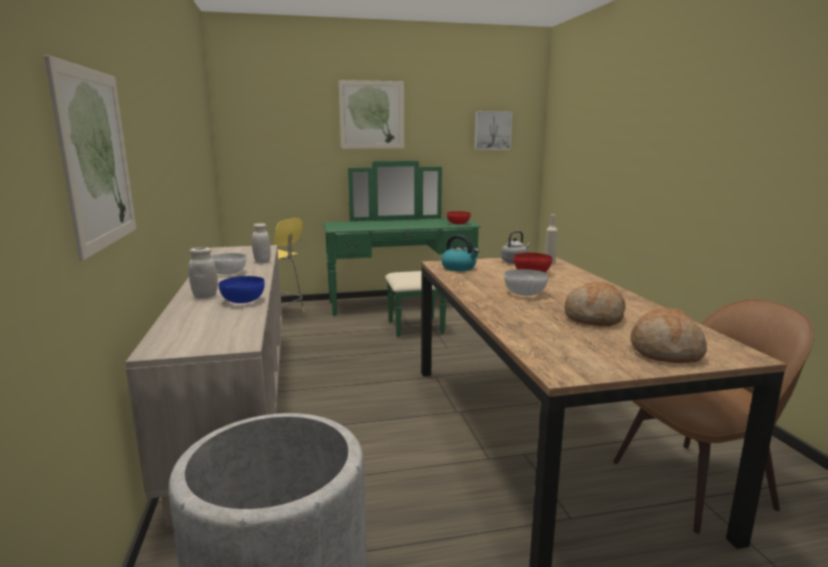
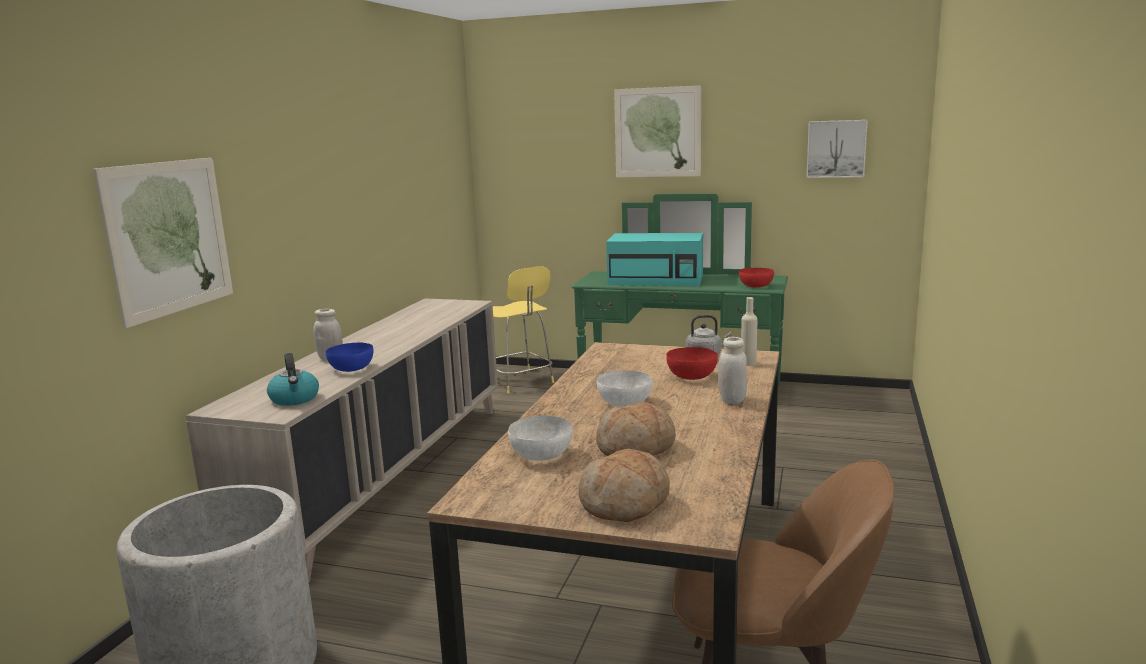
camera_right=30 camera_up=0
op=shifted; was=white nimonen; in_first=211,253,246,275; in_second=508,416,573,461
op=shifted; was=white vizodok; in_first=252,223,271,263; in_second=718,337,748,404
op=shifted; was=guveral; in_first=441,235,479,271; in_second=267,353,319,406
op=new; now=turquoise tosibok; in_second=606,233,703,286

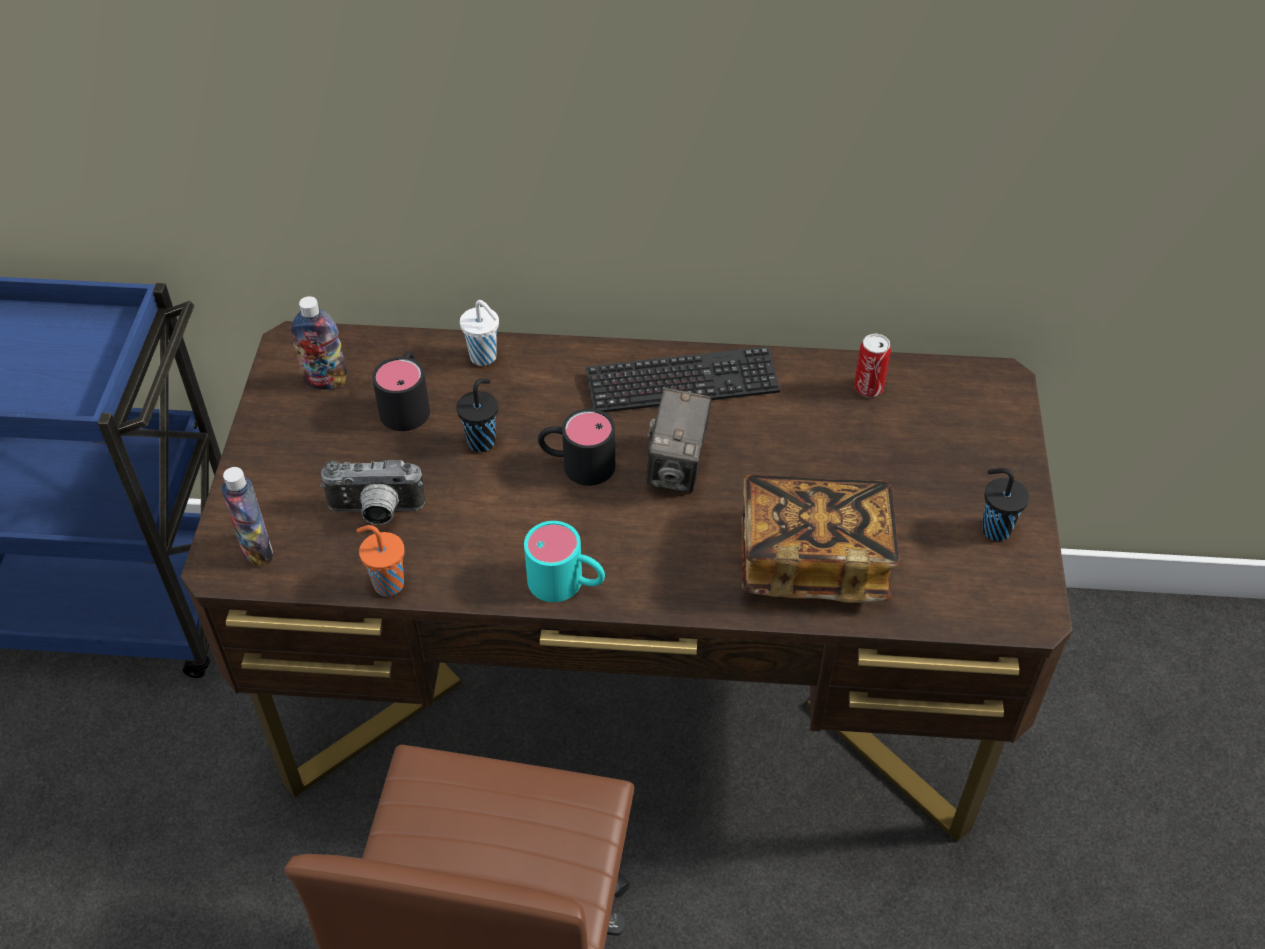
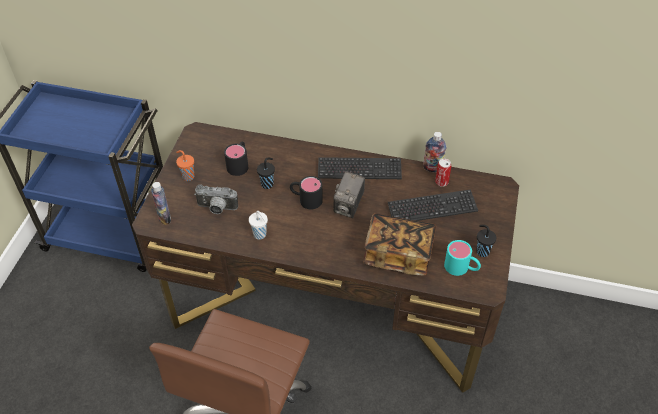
camera_right=10 camera_up=0
op=shifted; was=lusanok; in_first=291,296,347,390; in_second=423,132,446,172
op=shifted; was=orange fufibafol; in_first=356,525,405,596; in_second=176,150,194,181
op=shifted; was=white fufibafol; in_first=460,300,499,366; in_second=249,211,268,239
op=shifted; was=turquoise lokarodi; in_first=524,521,605,602; in_second=444,240,481,276
op=new; now=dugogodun; in_second=388,189,478,221

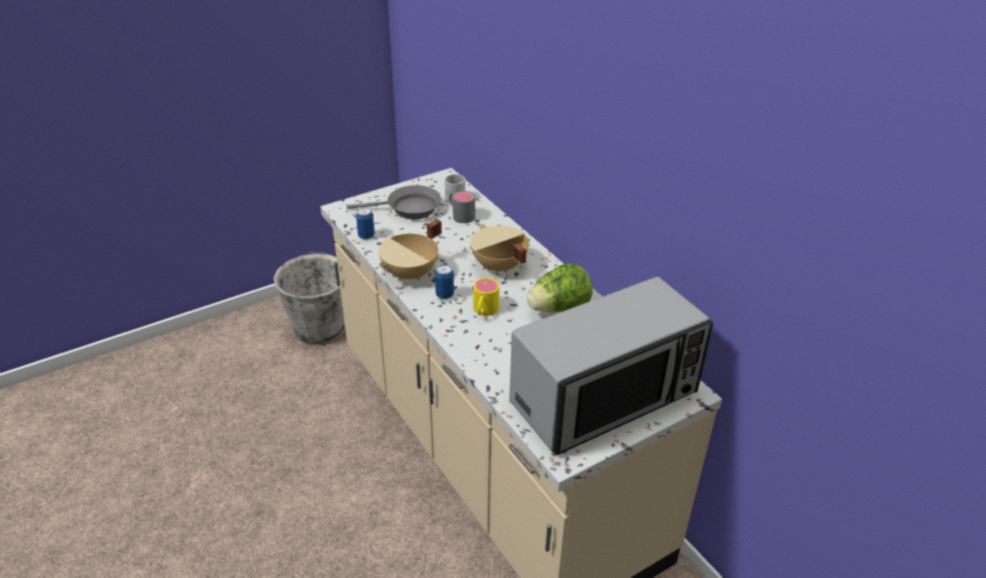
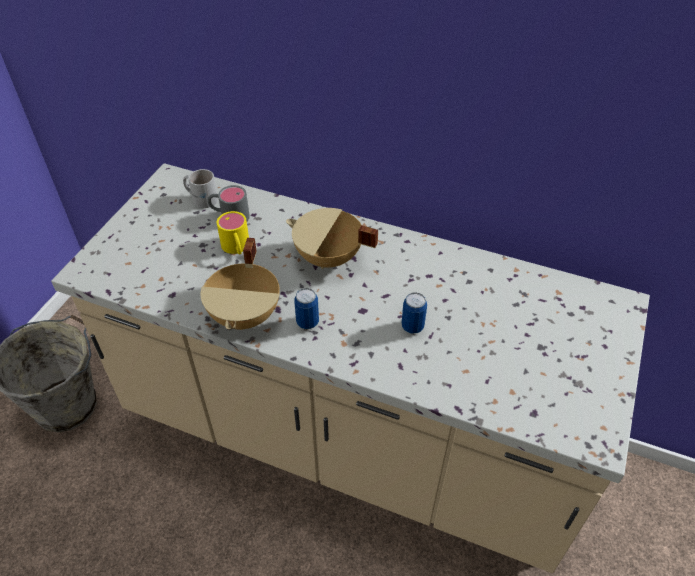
camera_right=-35 camera_up=10
op=gone; was=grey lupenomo; in_first=347,185,441,219
op=shifted; was=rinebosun; in_first=356,207,375,240; in_second=401,292,427,334
op=shifted; was=yellow lokarodi; in_first=473,278,499,316; in_second=217,211,249,254
op=gone; was=tosibok; in_first=509,276,713,455
op=gone; was=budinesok; in_first=527,263,593,312

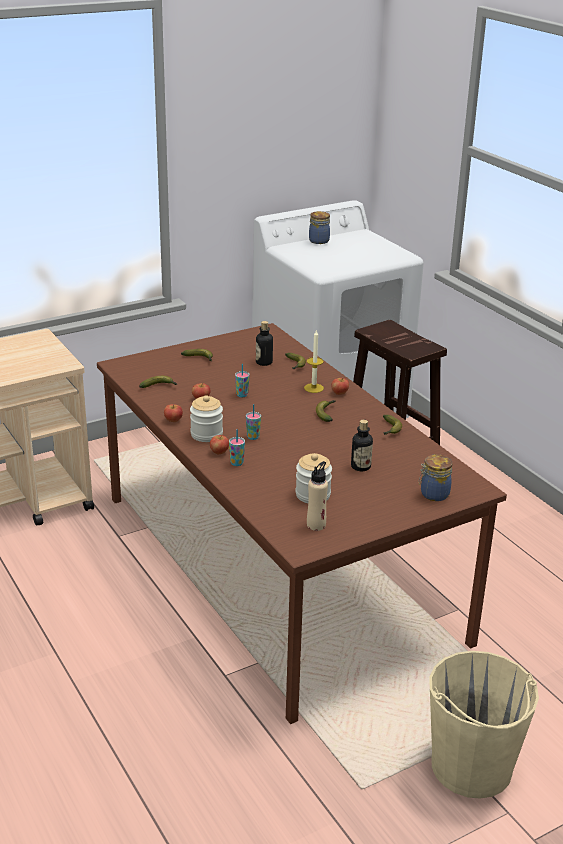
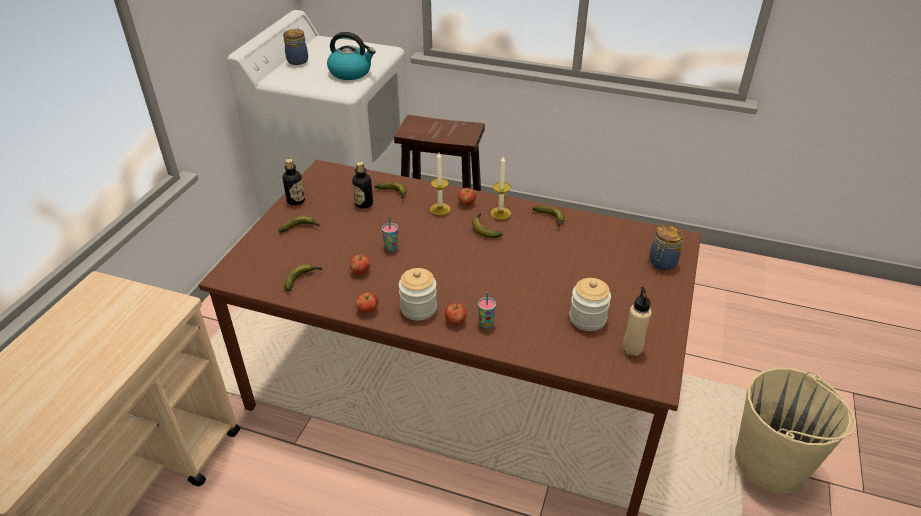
camera_right=-40 camera_up=10
op=gone; was=fufibafol; in_first=246,404,261,440
op=shifted; was=lusanok; in_first=351,420,373,471; in_second=283,159,305,205
op=new; now=guveral; in_second=327,32,376,80
op=new; now=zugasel; in_second=490,156,511,220

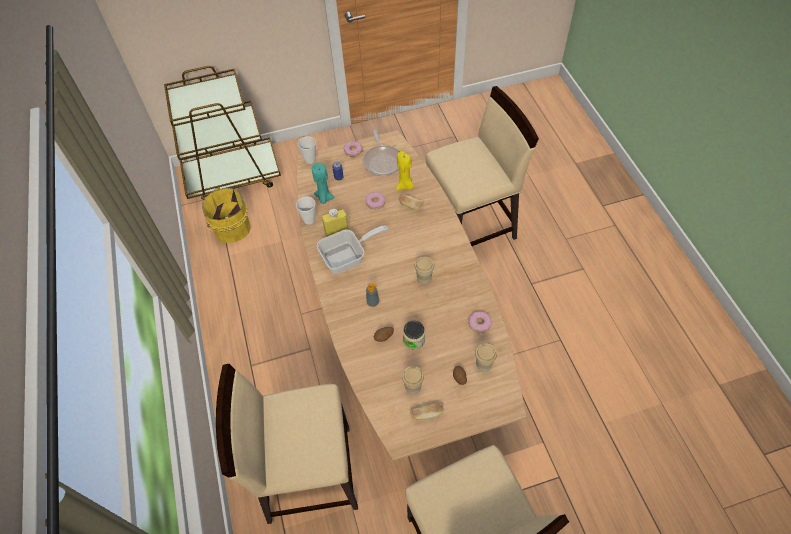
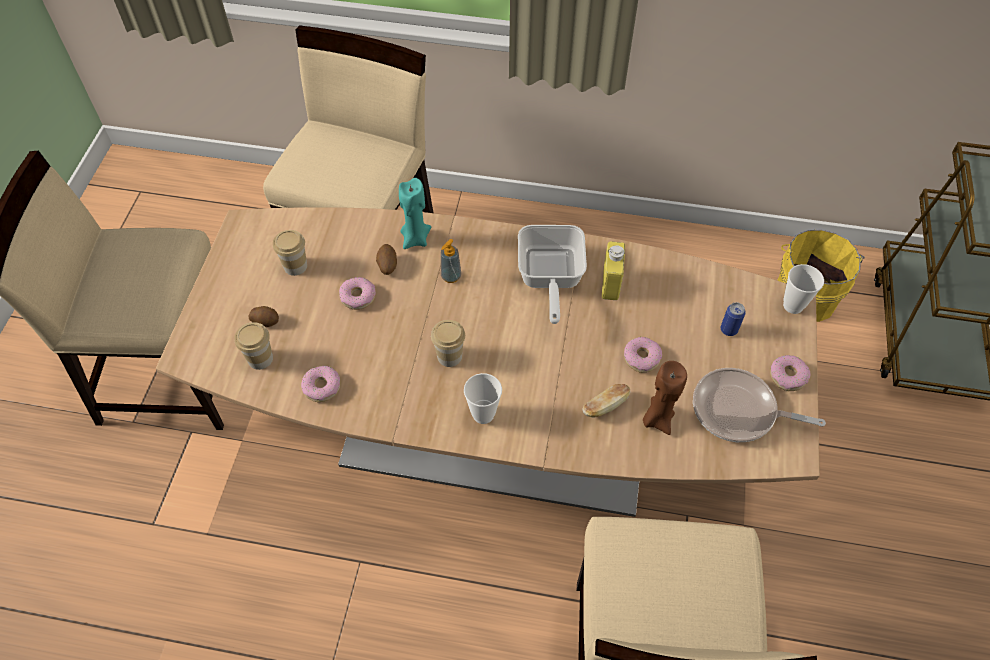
camera_right=115 camera_up=0
op=shifted; was=fufibafol; in_first=296,197,316,225; in_second=464,373,502,424
op=shifted; was=turquoise zugasel; in_first=312,163,335,204; in_second=399,178,431,249
op=repainted; was=yellow zugasel; now=brown zugasel; in_first=396,151,414,191; in_second=643,361,687,435
op=swapped; was=vizodok; now=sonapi; in_first=403,321,425,350; in_second=339,277,376,310
op=gone; was=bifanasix; in_first=410,404,444,420

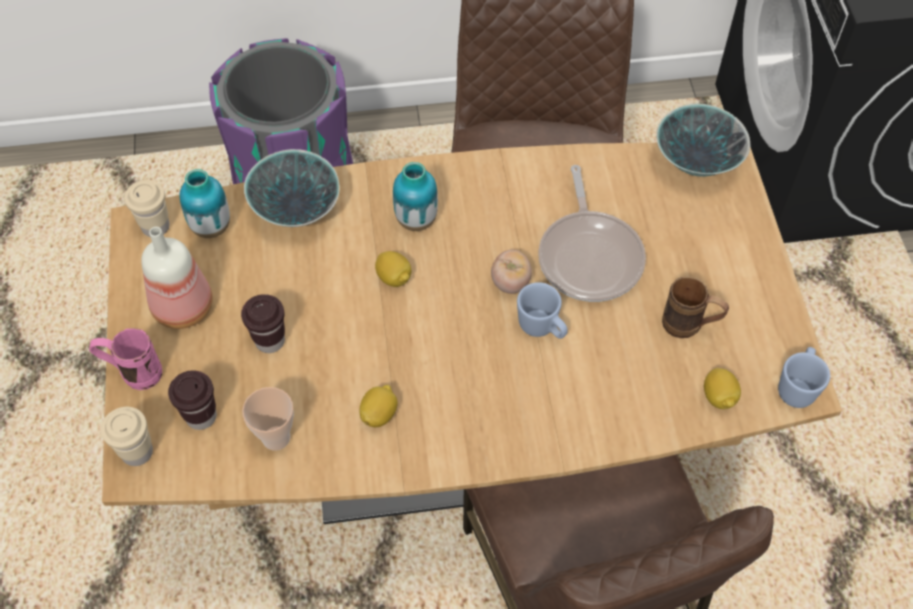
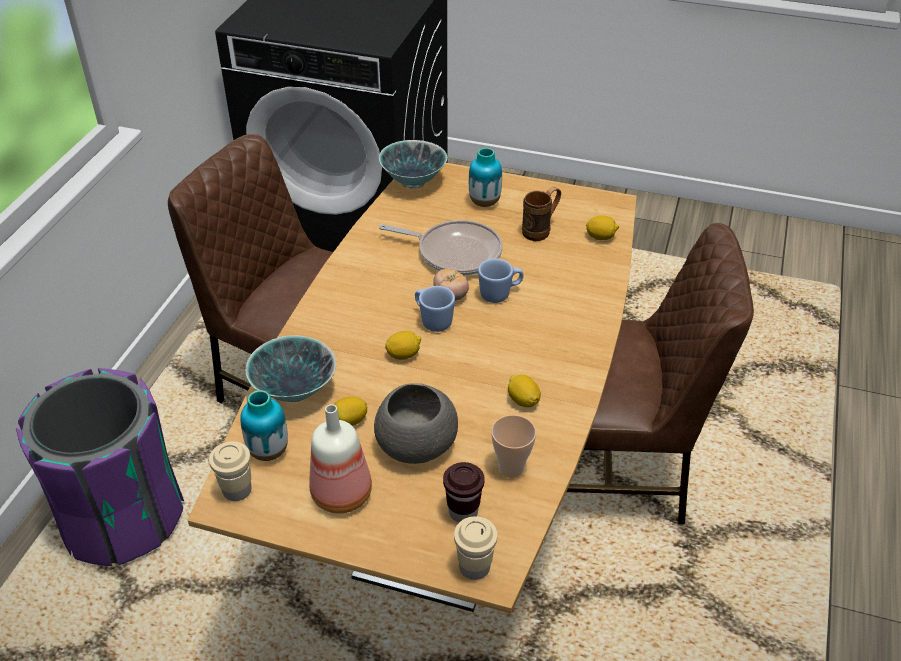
camera_right=-65 camera_up=-15
op=gone; was=pink lokarodi; in_first=89,328,162,390
op=swapped; was=brown fufibafol; now=grey nimonen; in_first=241,294,285,353; in_second=374,383,458,464
op=shifted; was=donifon; in_first=393,162,438,231; in_second=469,148,502,207
op=shifted; was=blue lokarodi; in_first=778,347,830,408; in_second=415,286,455,332
op=new; now=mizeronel; in_second=333,397,367,426

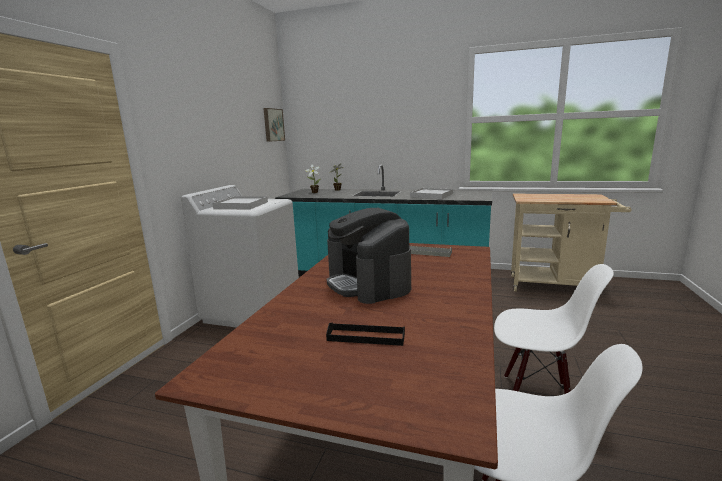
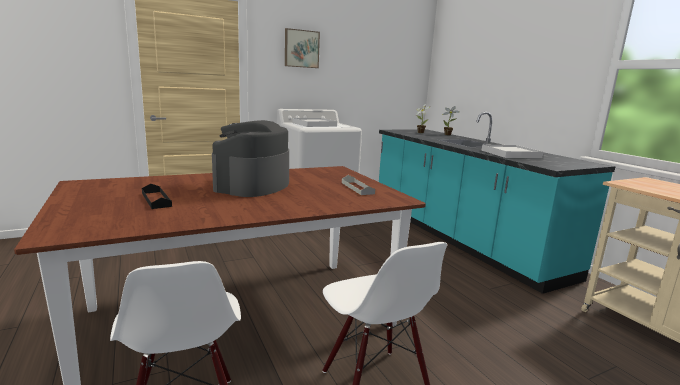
camera_right=45 camera_up=0
op=shifted; was=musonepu; in_first=263,108,285,142; in_second=285,28,320,68

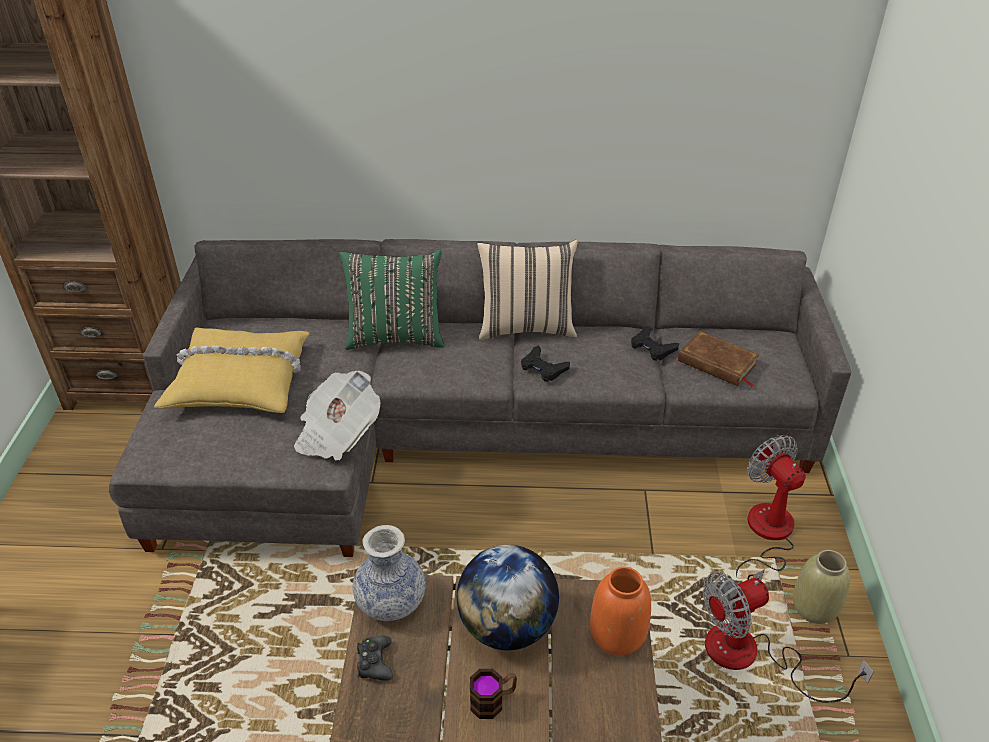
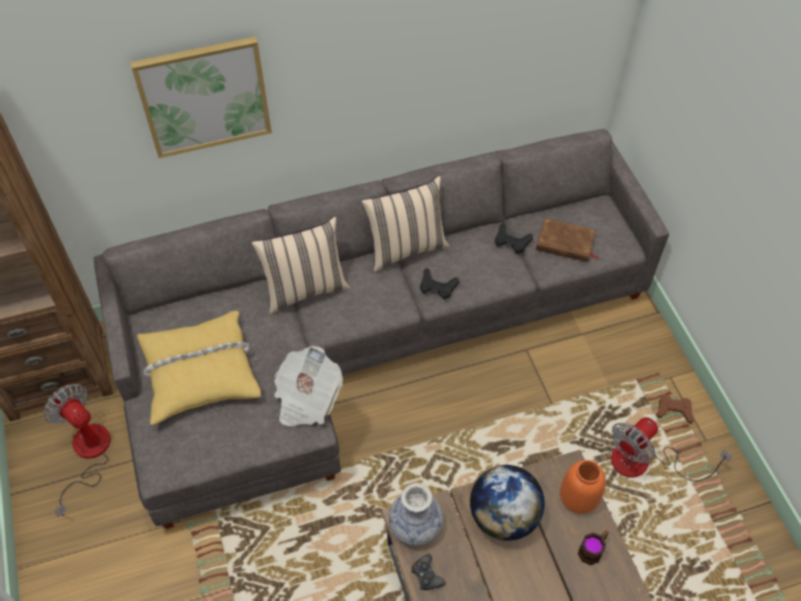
camera_right=-20 camera_up=15
op=repainted; was=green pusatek; now=beige pusatek; in_first=339,249,445,350; in_second=251,216,350,314
op=shifted; was=lokarodi; in_first=470,669,517,719; in_second=578,530,609,565
op=shifted; was=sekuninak; in_first=736,435,806,580; in_second=44,384,111,518
op=swapped; was=beige donifon; now=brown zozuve; in_first=793,550,850,624; in_second=656,395,694,423
op=new; now=musonepu; in_second=130,37,272,158

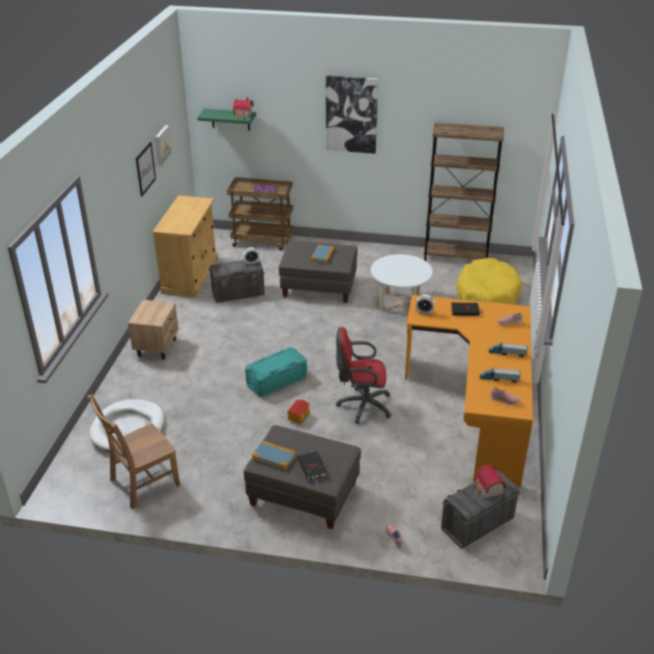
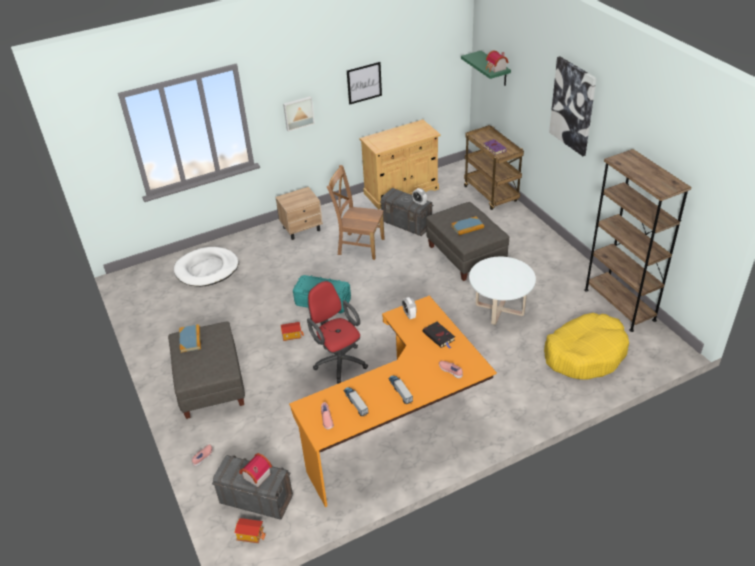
camera_right=55 camera_up=5
op=shifted; was=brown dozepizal; in_first=87,395,180,509; in_second=327,165,385,260
op=shifted; was=musonepu; in_first=155,125,172,166; in_second=283,96,315,132
op=gone; was=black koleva; in_first=298,451,327,484
op=new; now=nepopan; in_second=234,518,266,543

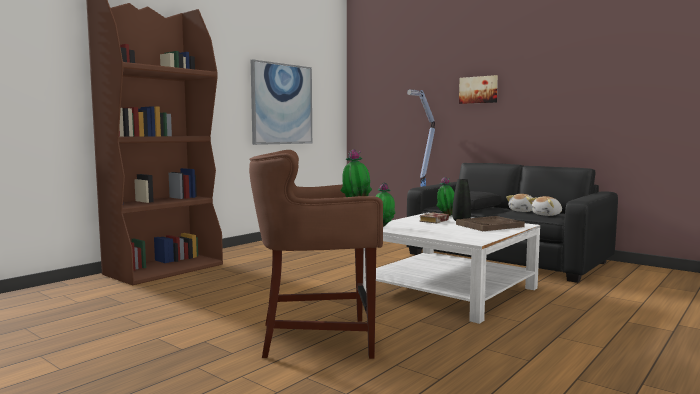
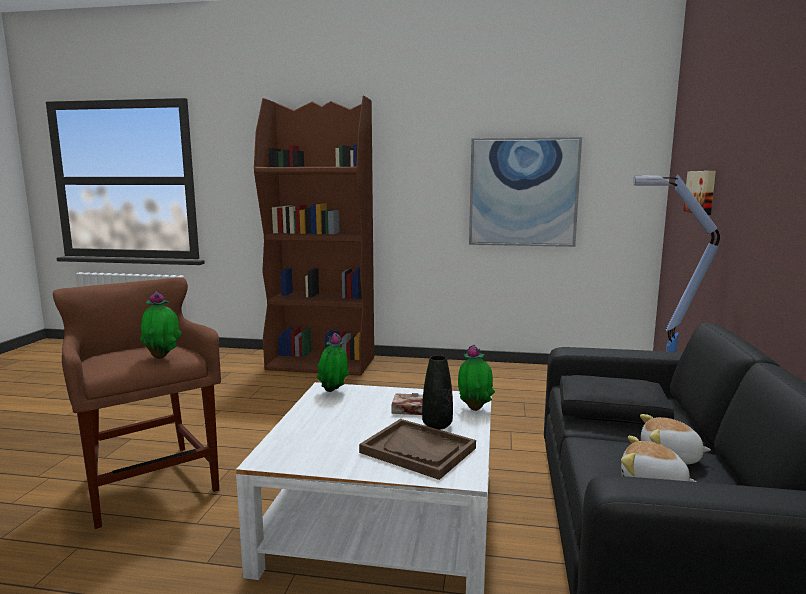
camera_right=60 camera_up=5
op=shifted; was=musonepu; in_first=459,75,498,104; in_second=683,171,716,215

